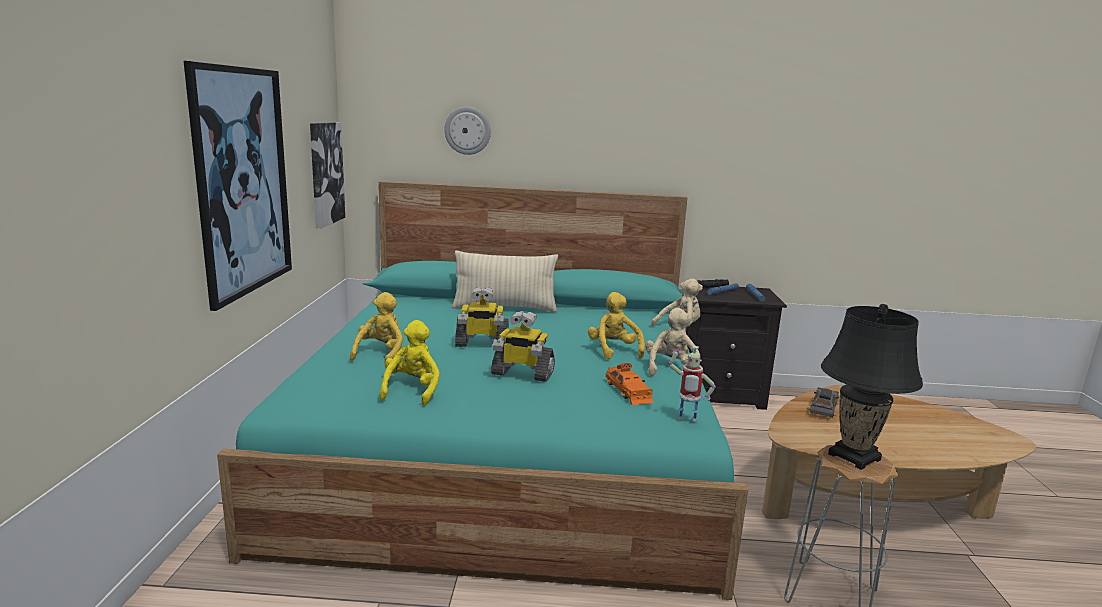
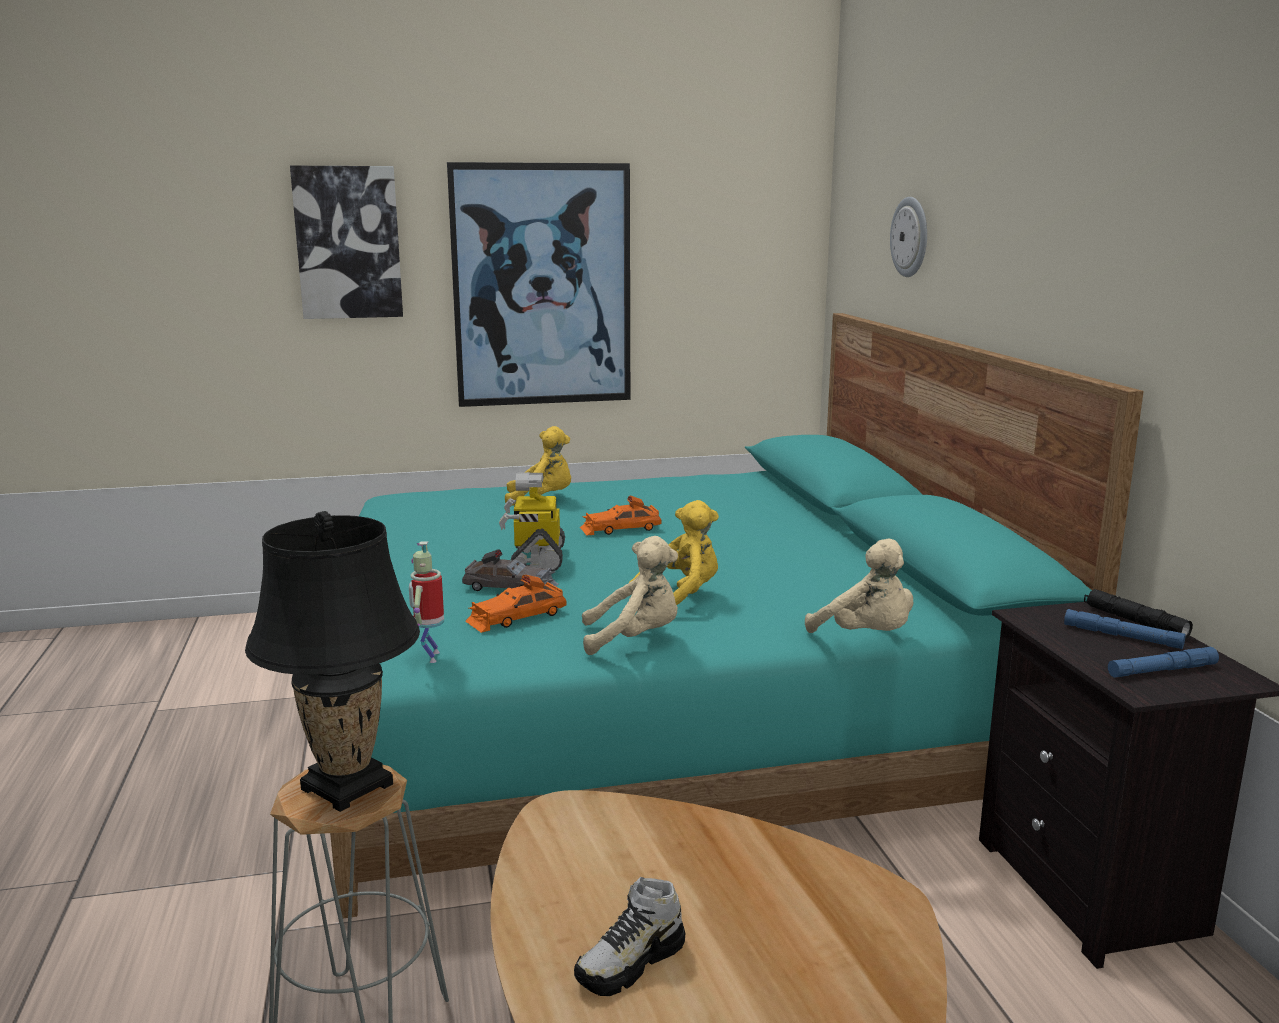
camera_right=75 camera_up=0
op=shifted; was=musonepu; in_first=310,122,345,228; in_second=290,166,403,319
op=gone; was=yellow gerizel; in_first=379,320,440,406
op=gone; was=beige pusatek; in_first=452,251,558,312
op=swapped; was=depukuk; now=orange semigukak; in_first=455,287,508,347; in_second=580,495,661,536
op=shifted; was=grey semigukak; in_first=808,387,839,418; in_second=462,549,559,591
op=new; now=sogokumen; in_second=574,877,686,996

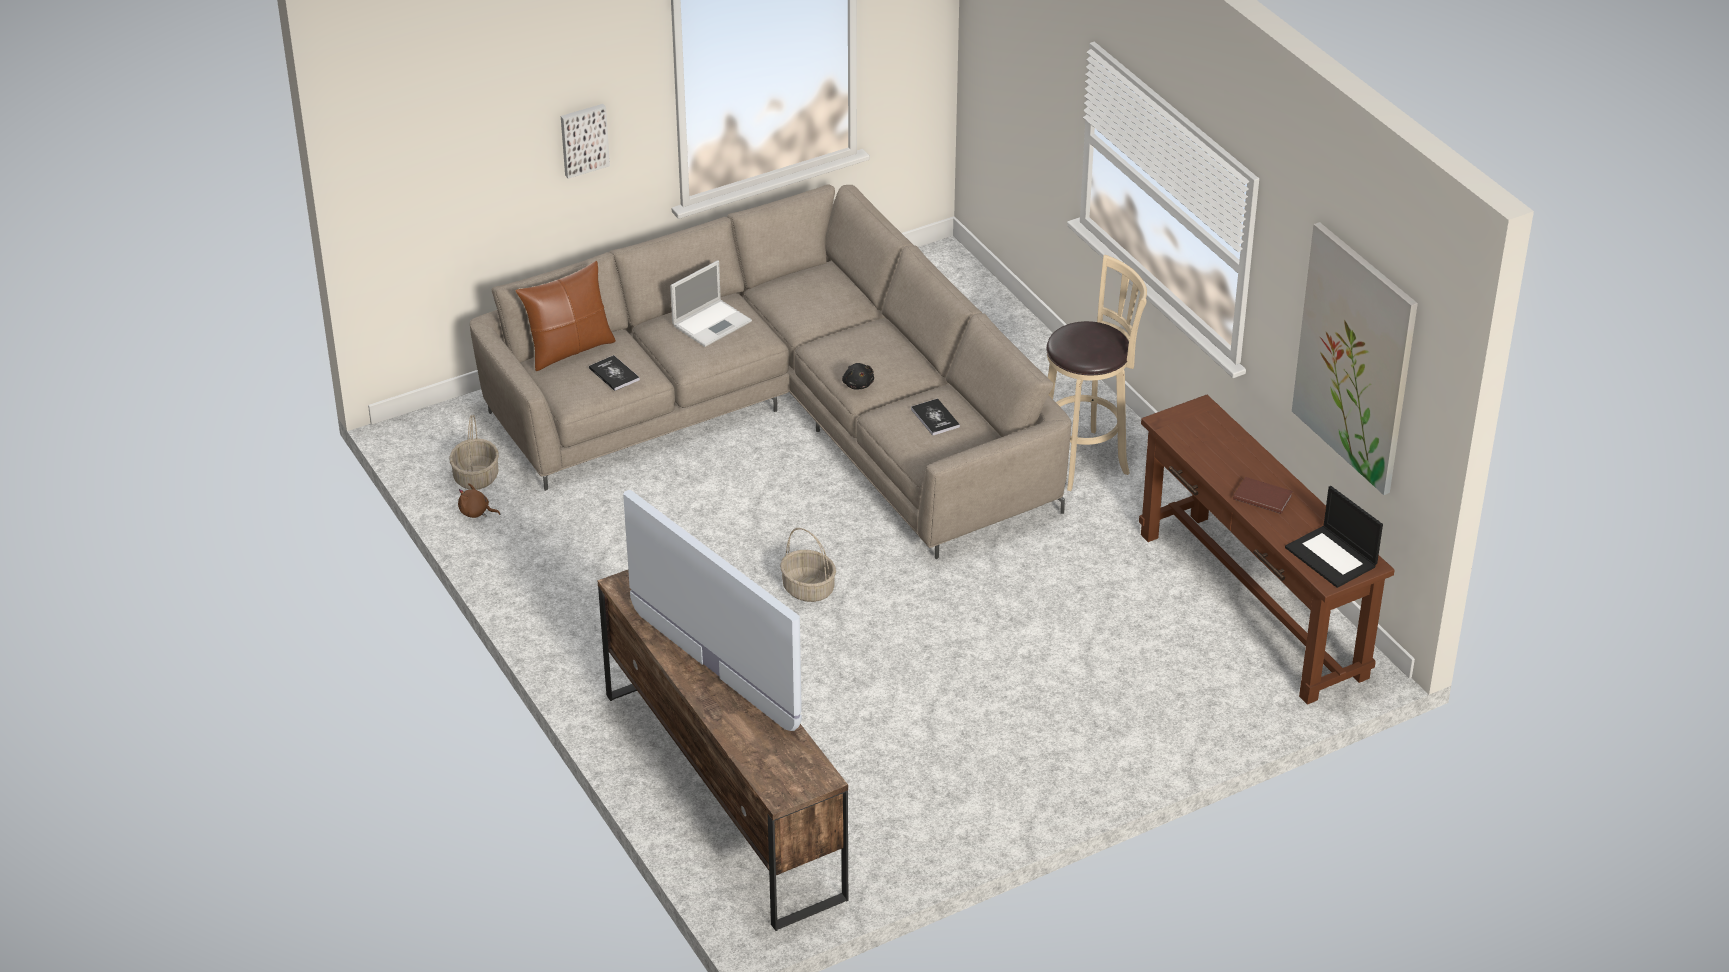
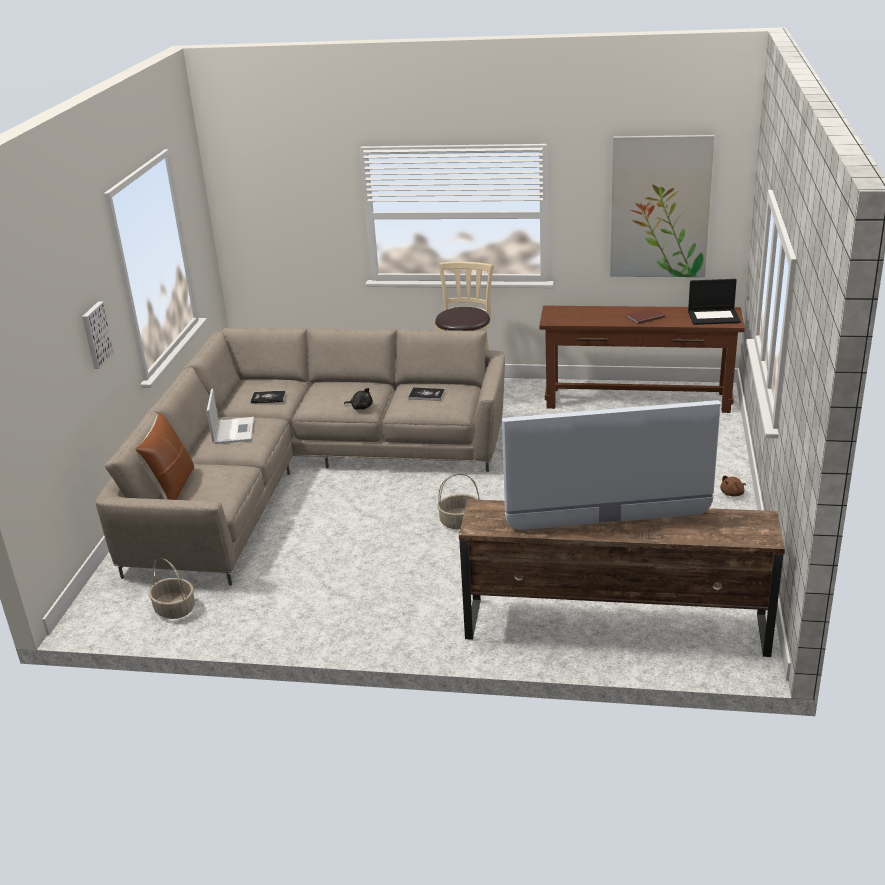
camera_right=-50 camera_up=-10
op=shifted; was=brown gerizel; in_first=458,483,500,518; in_second=720,475,746,496
op=shifted; was=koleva; in_first=589,355,640,391; in_second=250,391,286,404

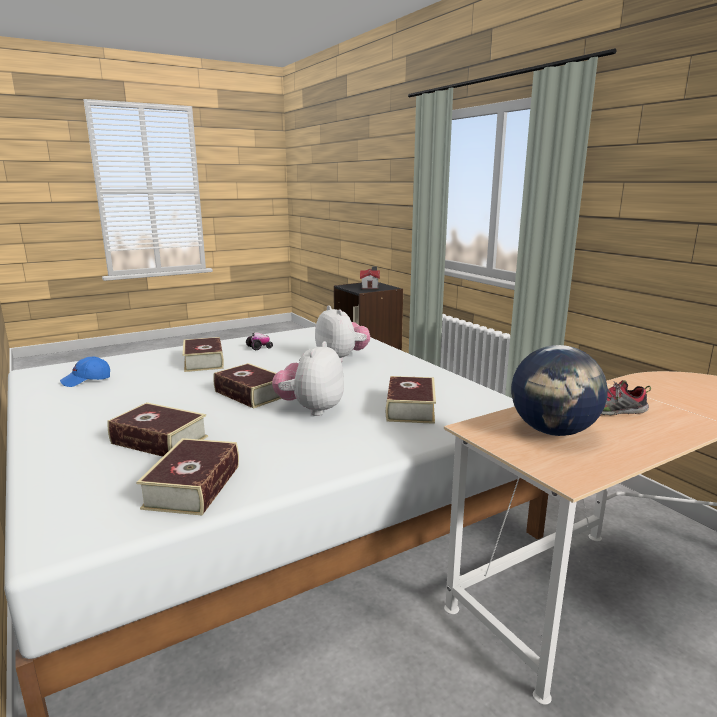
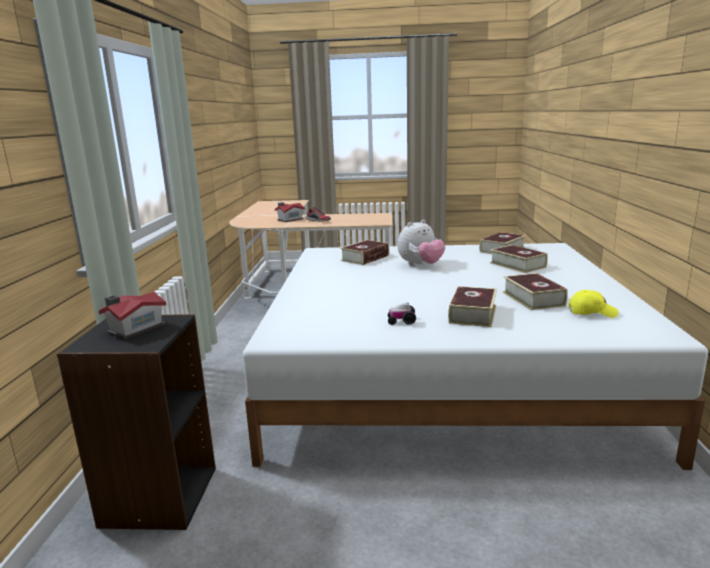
camera_right=-145 camera_up=0
op=repainted; was=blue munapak; now=yellow munapak; in_first=60,357,110,387; in_second=569,290,619,318
op=shifted; was=koleva; in_first=213,363,282,409; in_second=503,273,568,310
op=gone; was=gerizel; in_first=315,305,370,362
op=gone; was=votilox; in_first=511,345,608,436
op=new; now=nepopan; in_second=275,202,305,222

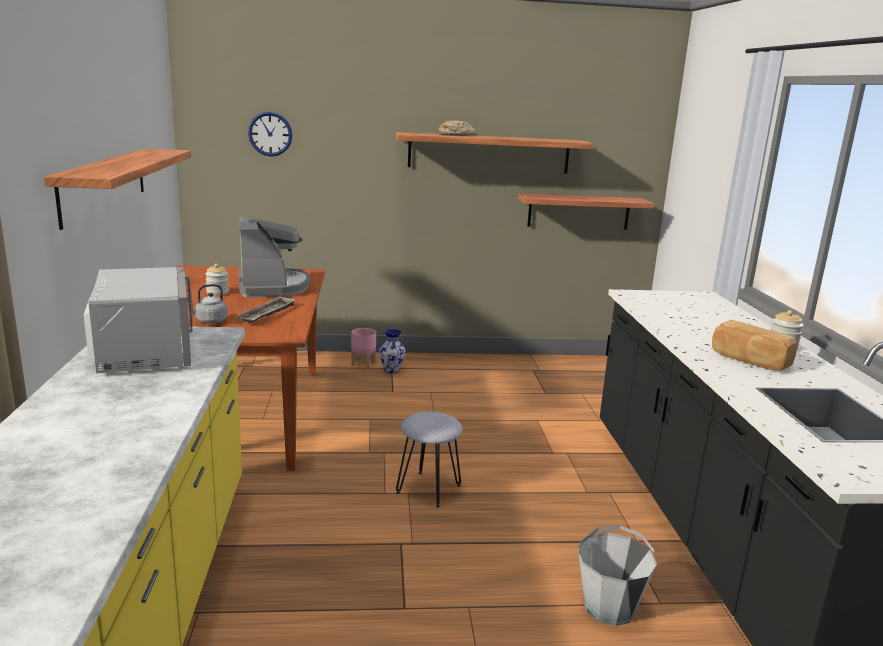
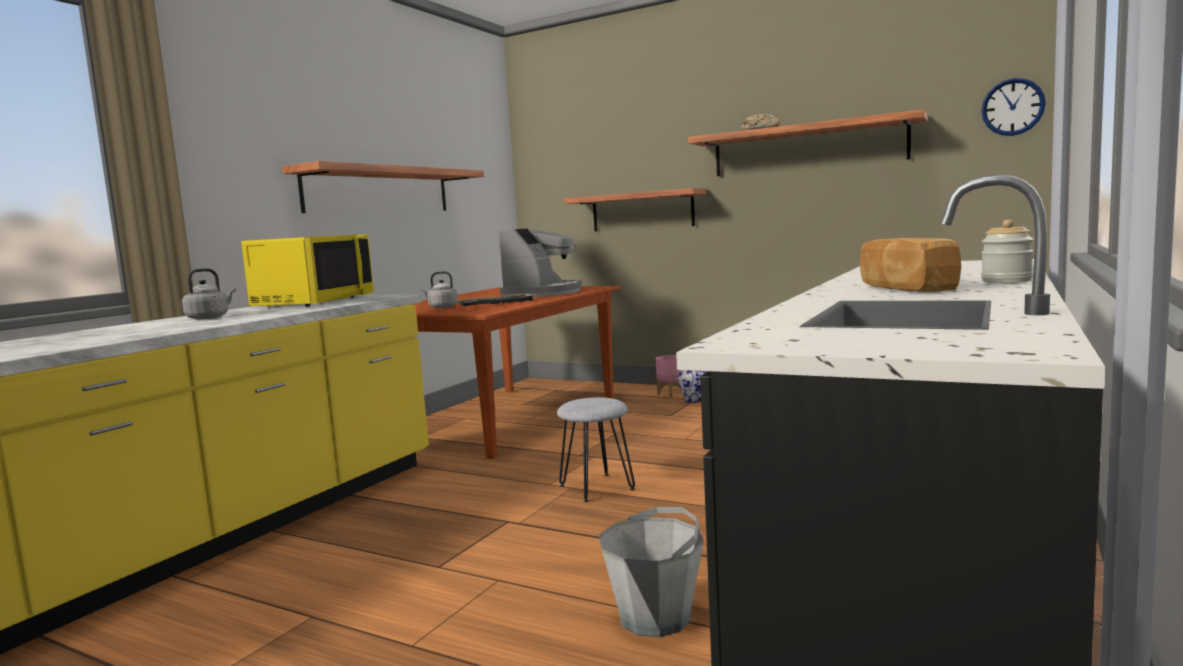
camera_right=35 camera_up=-10
op=repainted; was=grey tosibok; now=yellow tosibok; in_first=84,267,193,374; in_second=241,234,374,307
op=gone; was=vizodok; in_first=206,264,229,295
op=shifted; was=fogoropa; in_first=248,112,292,157; in_second=981,78,1046,136
op=shifted; was=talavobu; in_first=518,194,655,230; in_second=564,188,707,232
op=new; now=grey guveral; in_second=182,268,236,320

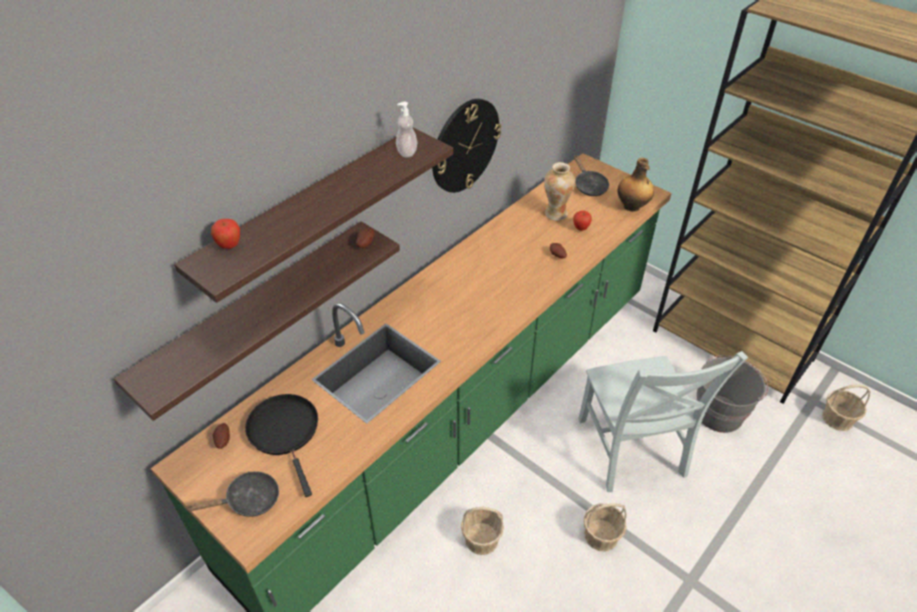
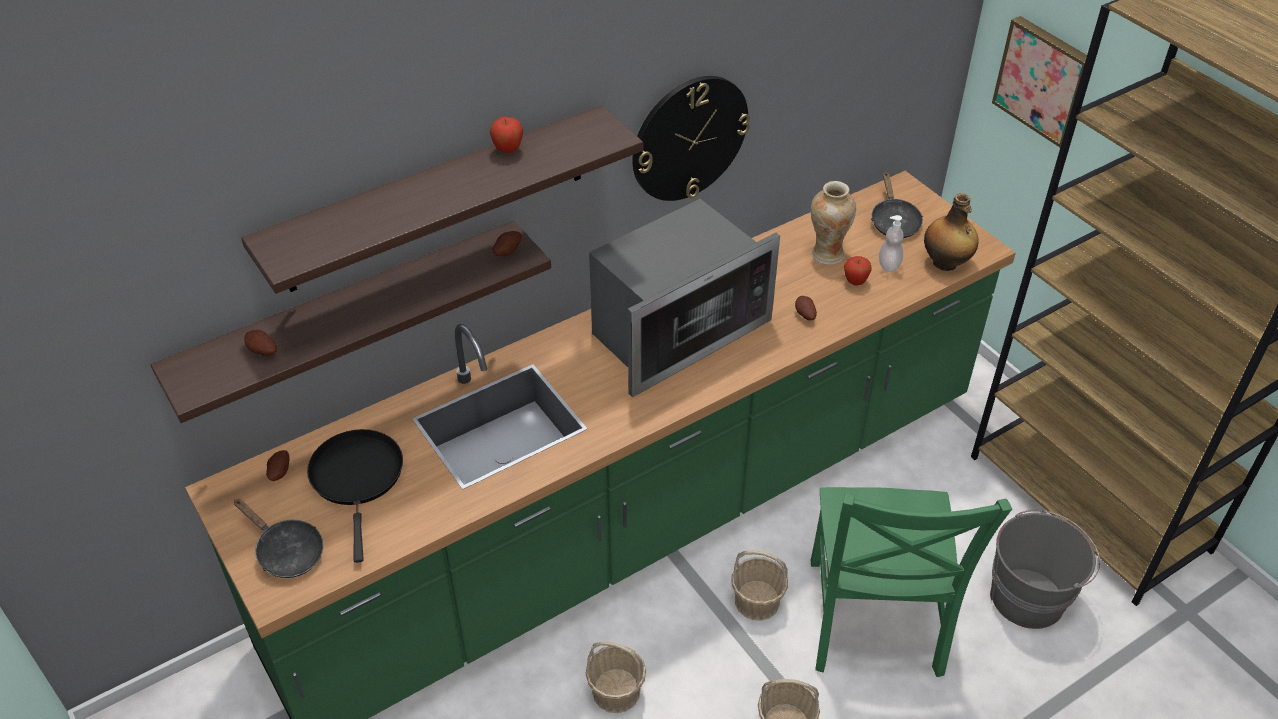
camera_right=15 camera_up=0
op=rotated; was=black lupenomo; in_first=185,471,279,517; in_second=234,499,323,578; clockwise=45
op=shifted; was=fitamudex; in_first=211,219,240,249; in_second=490,117,523,153
op=shifted; was=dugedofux; in_first=396,102,417,157; in_second=879,215,904,272
op=repainted; was=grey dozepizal; now=green dozepizal; in_first=578,351,748,492; in_second=811,487,1012,677
op=shifted; was=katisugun; in_first=822,384,870,431; in_second=731,550,788,621
op=new; now=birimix; in_second=244,330,277,356
op=new; now=tosibok; in_second=589,199,780,398
op=new; now=musonepu; in_second=992,16,1087,147

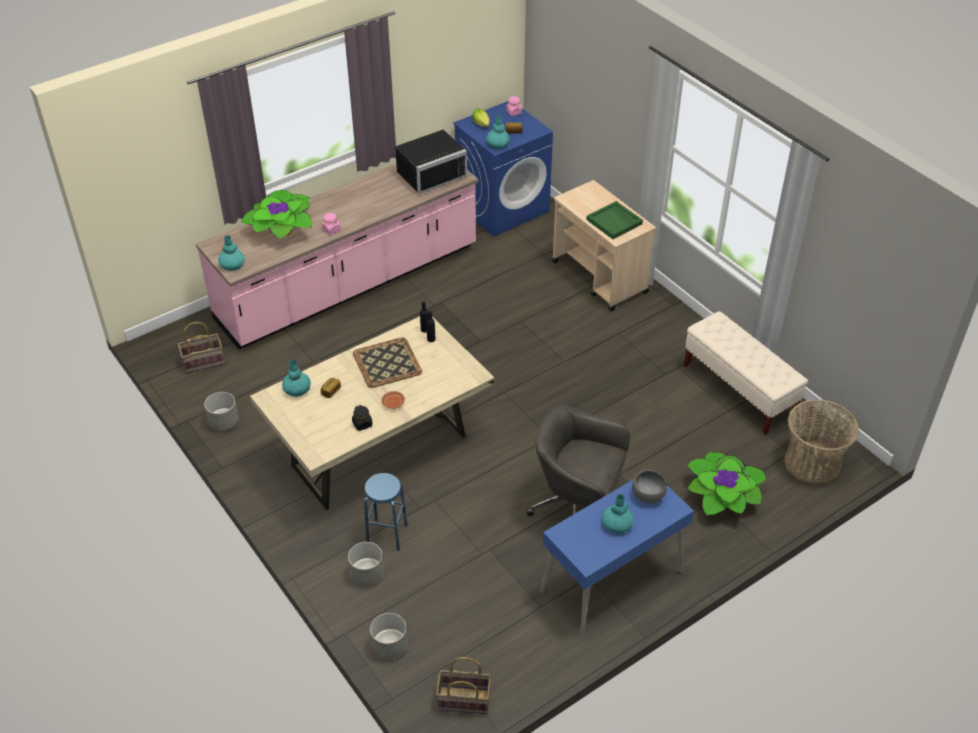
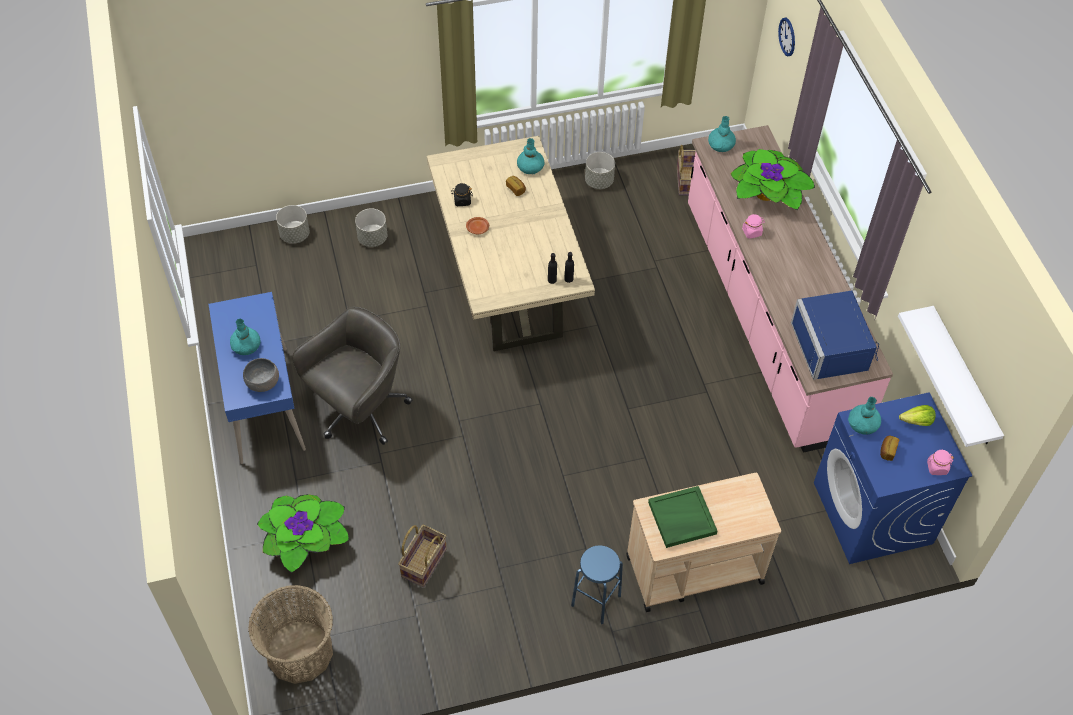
camera_right=110 camera_up=10
op=gone; was=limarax; in_first=353,337,422,388
op=shifted; was=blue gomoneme; in_first=364,473,408,551; in_second=571,545,623,624
op=repainted; was=black tosibok; now=blue tosibok; in_first=395,129,467,194; in_second=791,291,879,380
op=shifted; was=katisugun; in_first=436,657,491,714; in_second=398,525,447,587
op=gone; was=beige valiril; in_first=684,311,808,435
op=new; now=fogoropa; in_second=778,18,795,56
op=new; now=white talavobu; in_second=898,306,1004,447

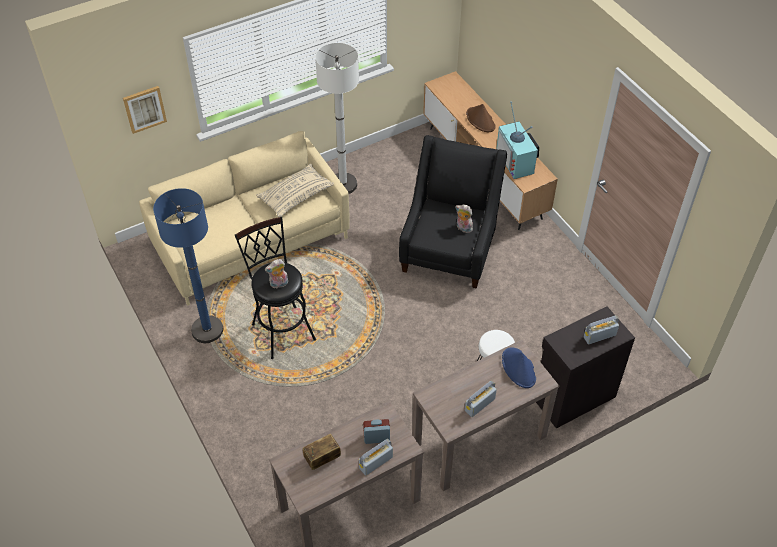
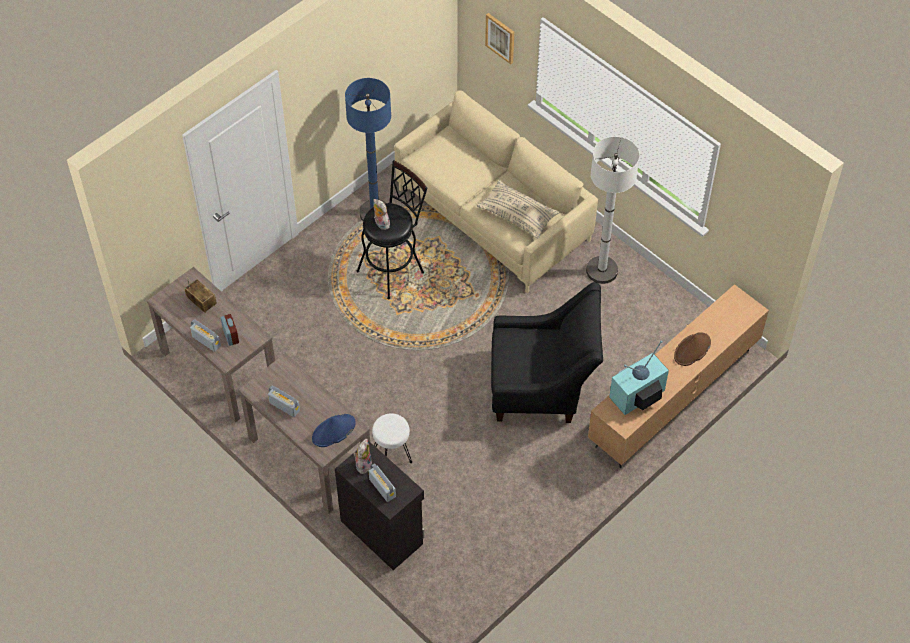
camera_right=75 camera_up=5
op=shifted; was=gerizel; in_first=456,204,474,233; in_second=353,439,372,474

